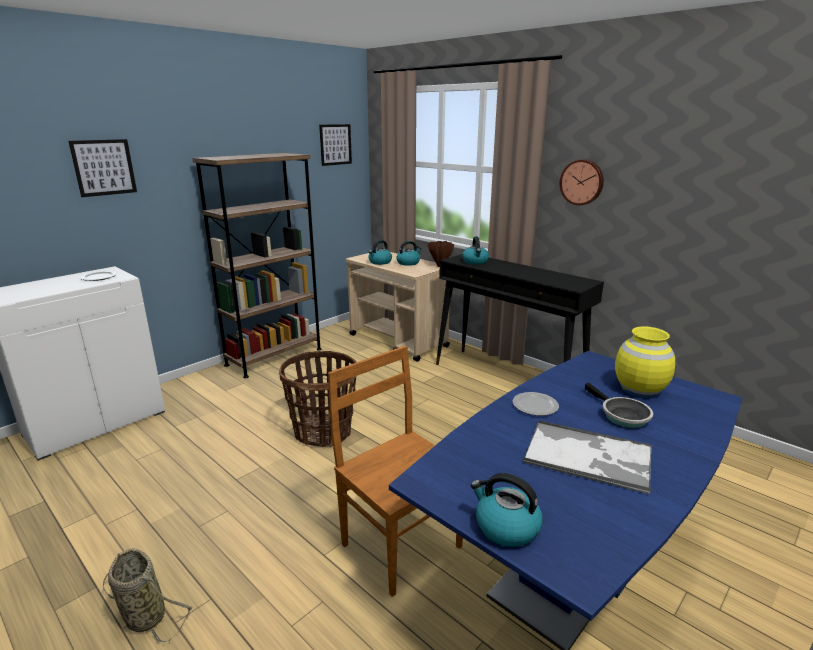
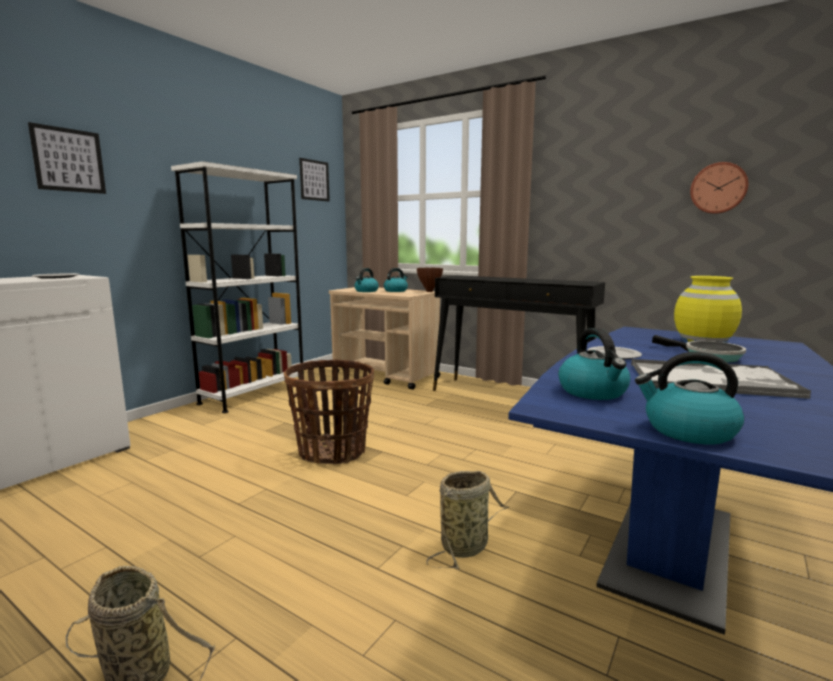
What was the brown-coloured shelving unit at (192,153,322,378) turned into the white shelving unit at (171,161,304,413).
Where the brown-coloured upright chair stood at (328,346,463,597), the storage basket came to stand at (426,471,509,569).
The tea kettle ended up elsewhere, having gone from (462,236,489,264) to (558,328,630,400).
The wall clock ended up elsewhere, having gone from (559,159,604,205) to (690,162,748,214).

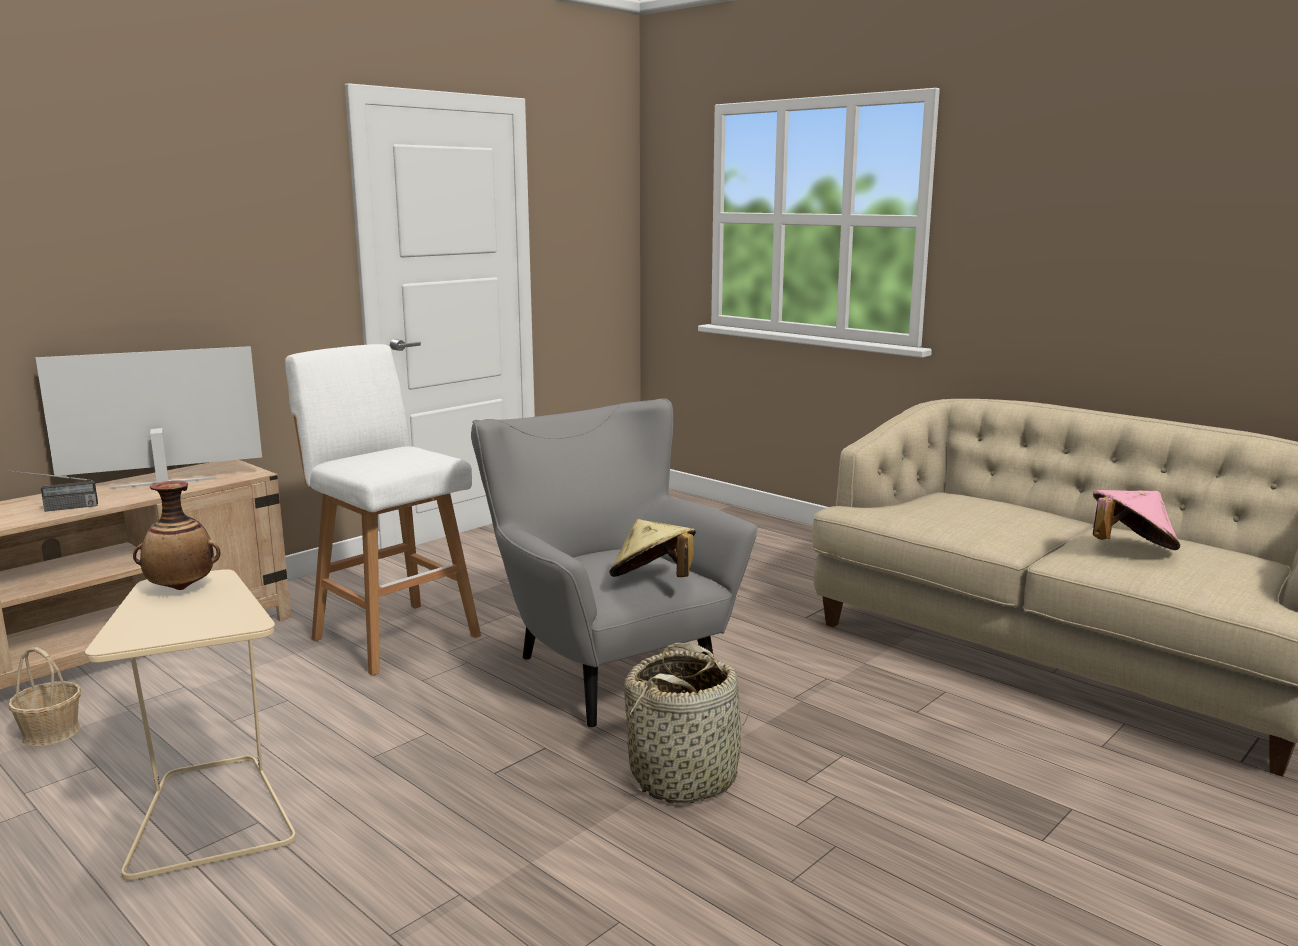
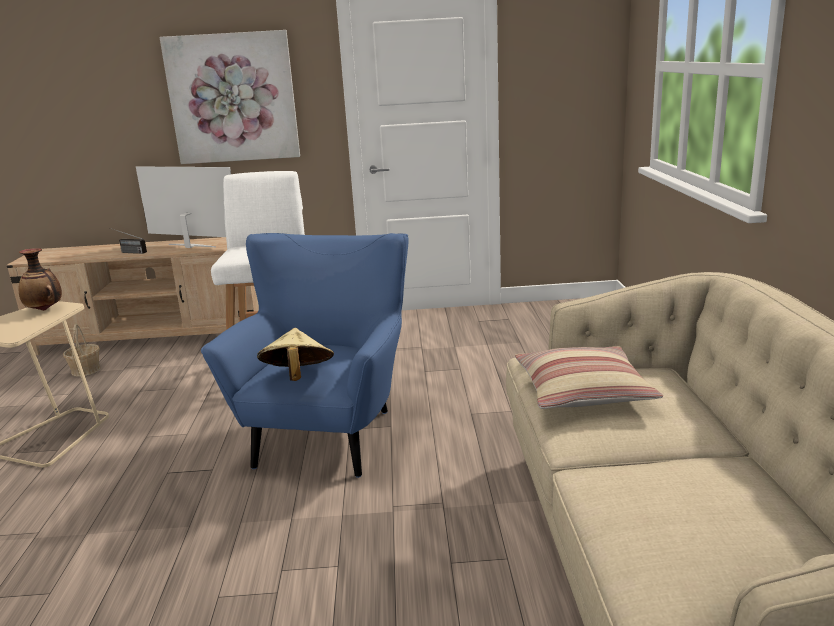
The second view gained the picture at (159,30,300,164).
What was the grey easy chair at (471,398,758,729) turned into the bluish easy chair at (201,233,409,478).
The second view gained the cushion at (515,346,663,409).
The second view lost the storage basket at (624,643,750,804).
The second view lost the pink-coloured hat at (1093,490,1180,550).

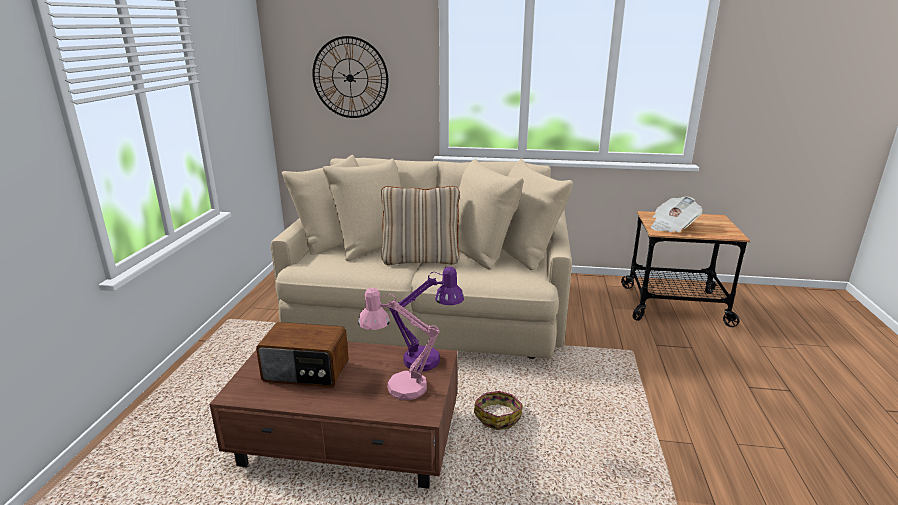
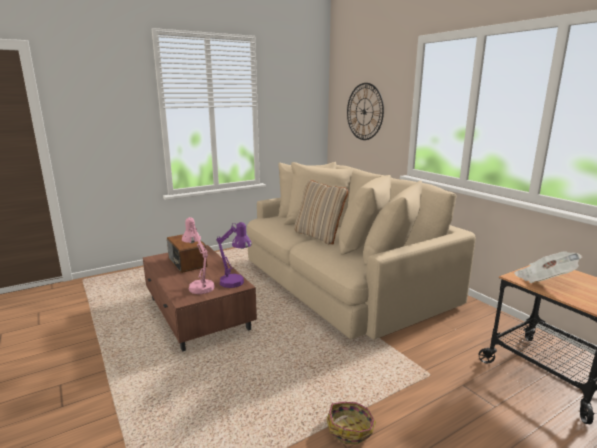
The storage basket ended up elsewhere, having gone from (474,391,523,430) to (326,402,376,444).

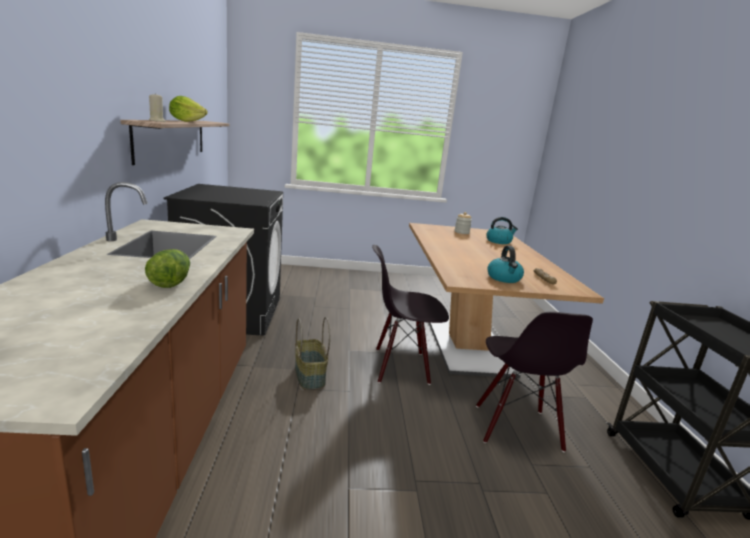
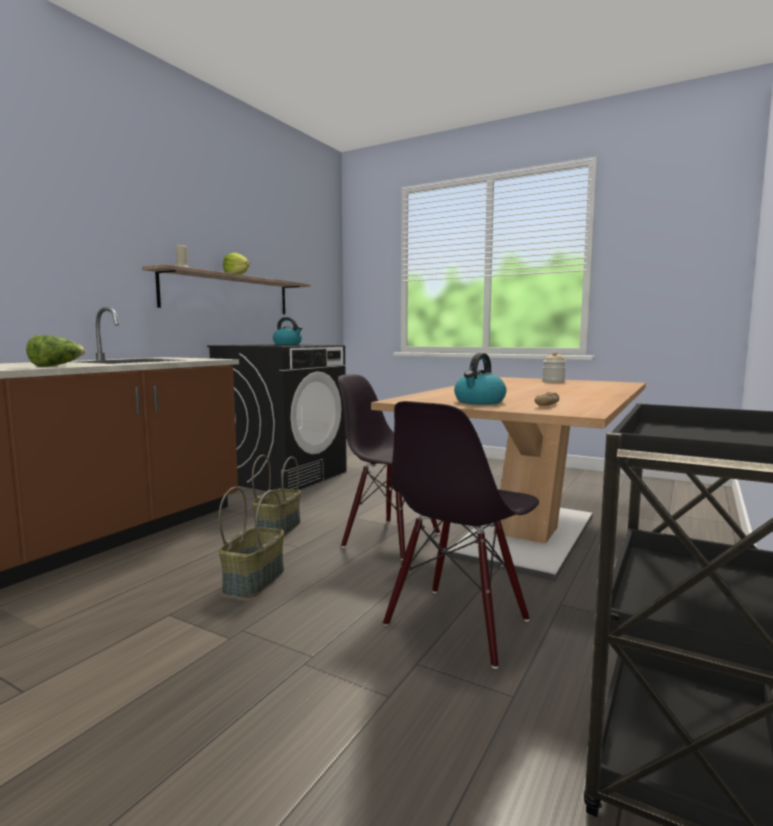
The second view gained the storage basket at (219,487,284,598).
The tea kettle ended up elsewhere, having gone from (486,217,518,244) to (273,317,302,345).

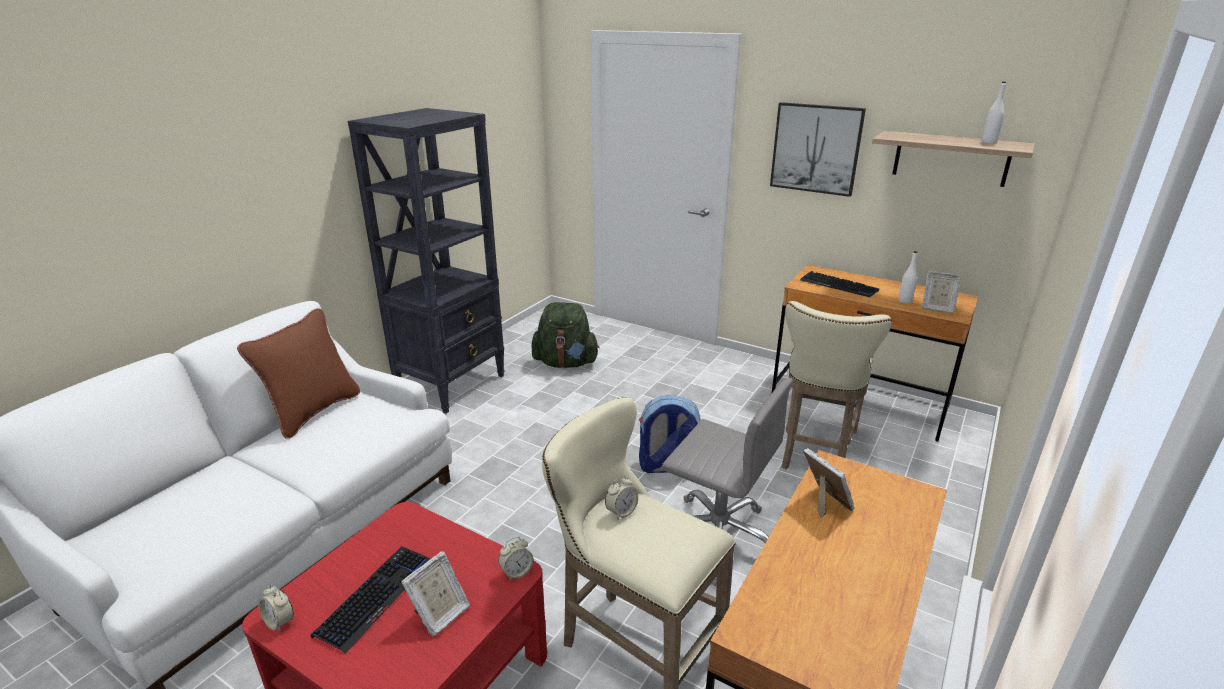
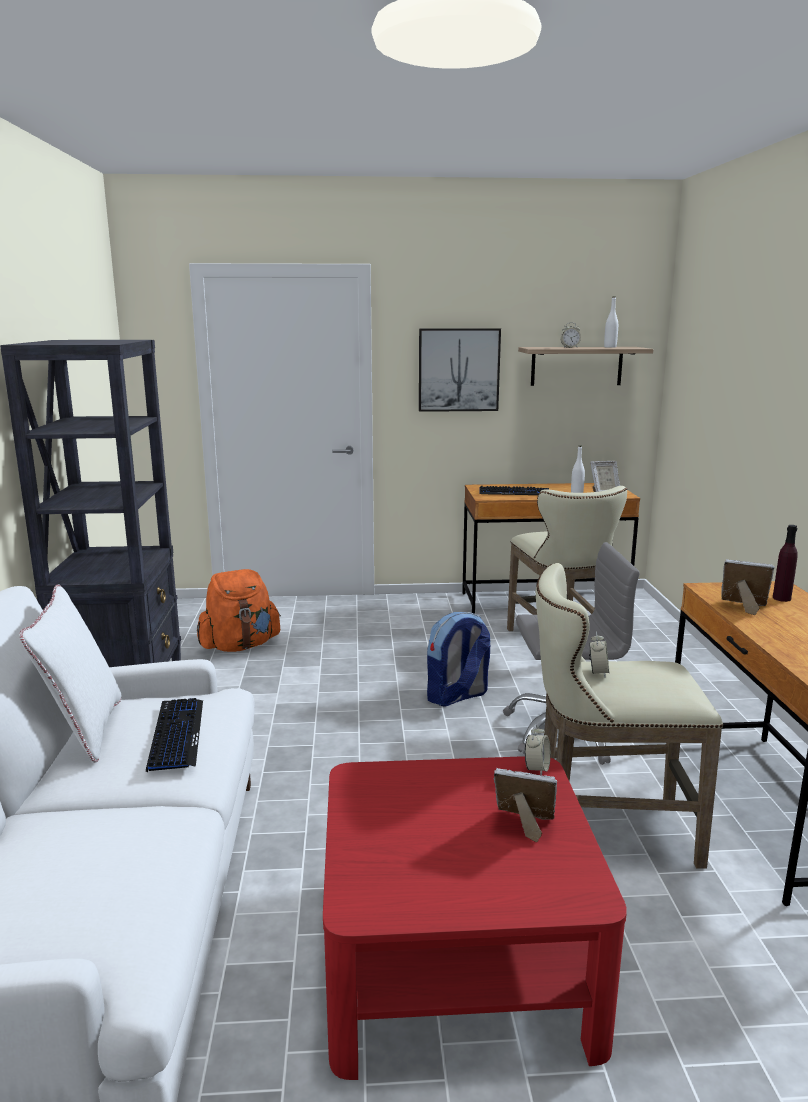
What was the brown-coloured cushion at (237,308,360,439) turned into the white cushion at (19,584,121,763).
The PC keyboard ended up elsewhere, having gone from (311,546,430,654) to (146,698,203,773).
What was the green-coloured rucksack at (532,302,599,368) turned into the orangey rucksack at (197,569,281,652).
The picture frame at (401,551,470,636) ended up facing another way, 75 degrees counterclockwise from before.
The alarm clock ended up elsewhere, having gone from (258,585,294,632) to (561,322,581,348).
The second view gained the purplish drink bottle at (773,525,798,602).

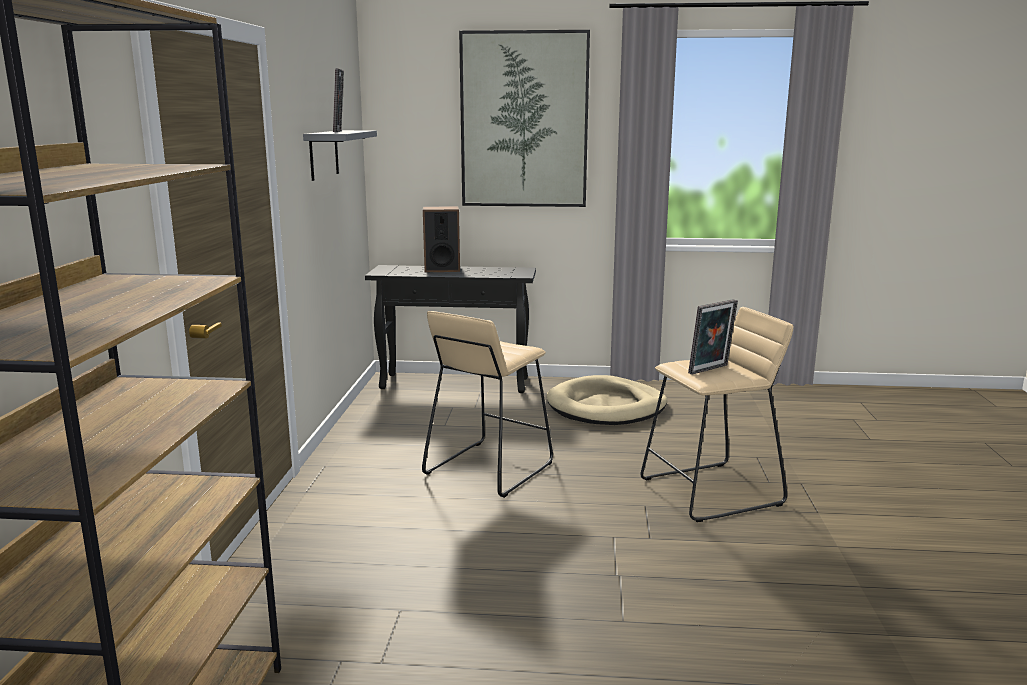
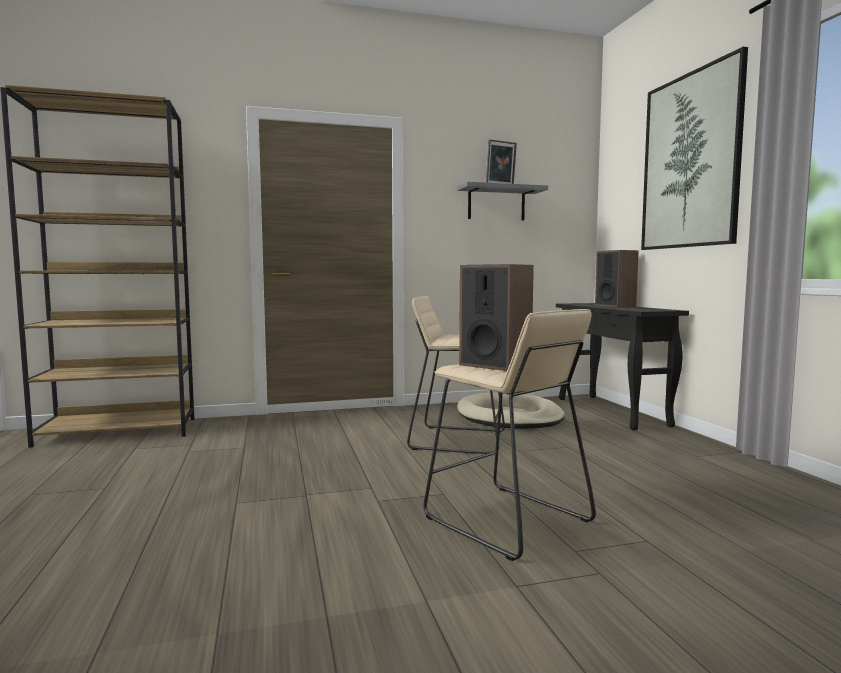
The beige-coloured dog bed ended up elsewhere, having gone from (546,375,667,425) to (457,393,565,429).
Where the picture frame stood at (688,299,738,375), the loudspeaker came to stand at (459,264,534,371).

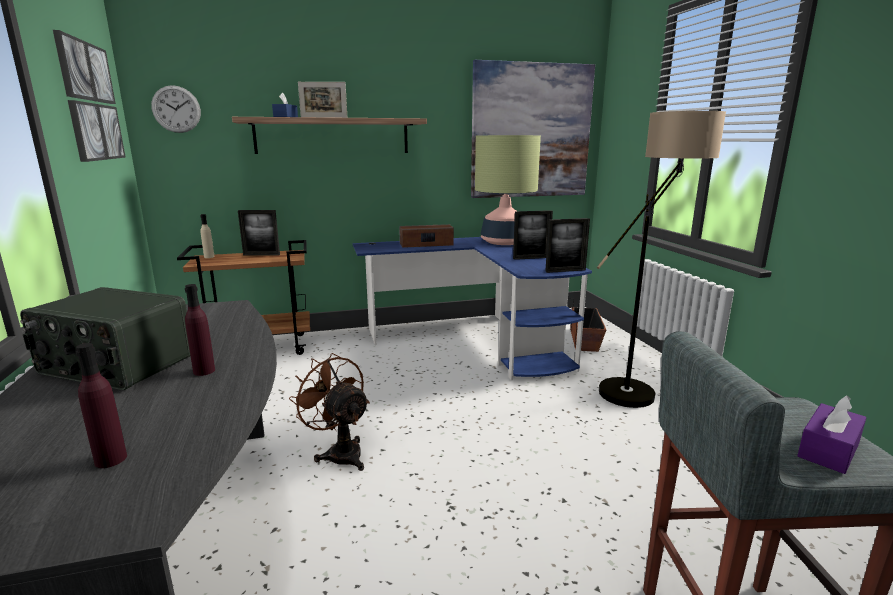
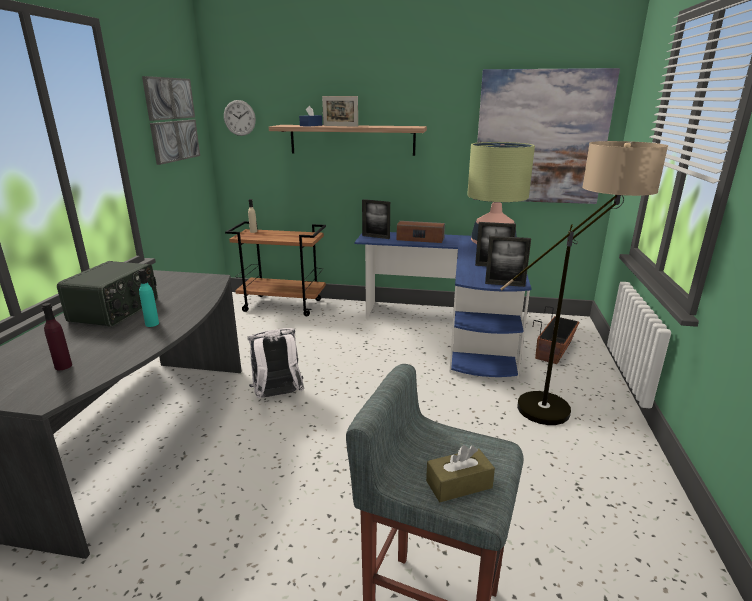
The radio at (20,287,190,390) ended up facing another way, 120 degrees counterclockwise from before.
What was the purplish drink bottle at (185,284,215,376) turned into the turquoise-coloured drink bottle at (138,269,159,327).
Where the brown-coloured cooling fan stood at (289,353,370,471), the white rucksack came to stand at (247,328,305,398).
The picture frame ended up elsewhere, having gone from (238,210,280,256) to (362,199,390,239).
What was the purplish tissue box at (797,395,867,474) turned into the brown-coloured tissue box at (426,445,495,502).

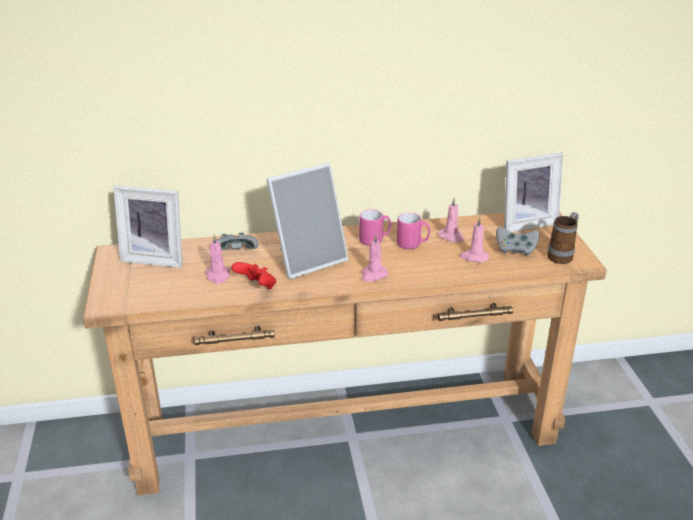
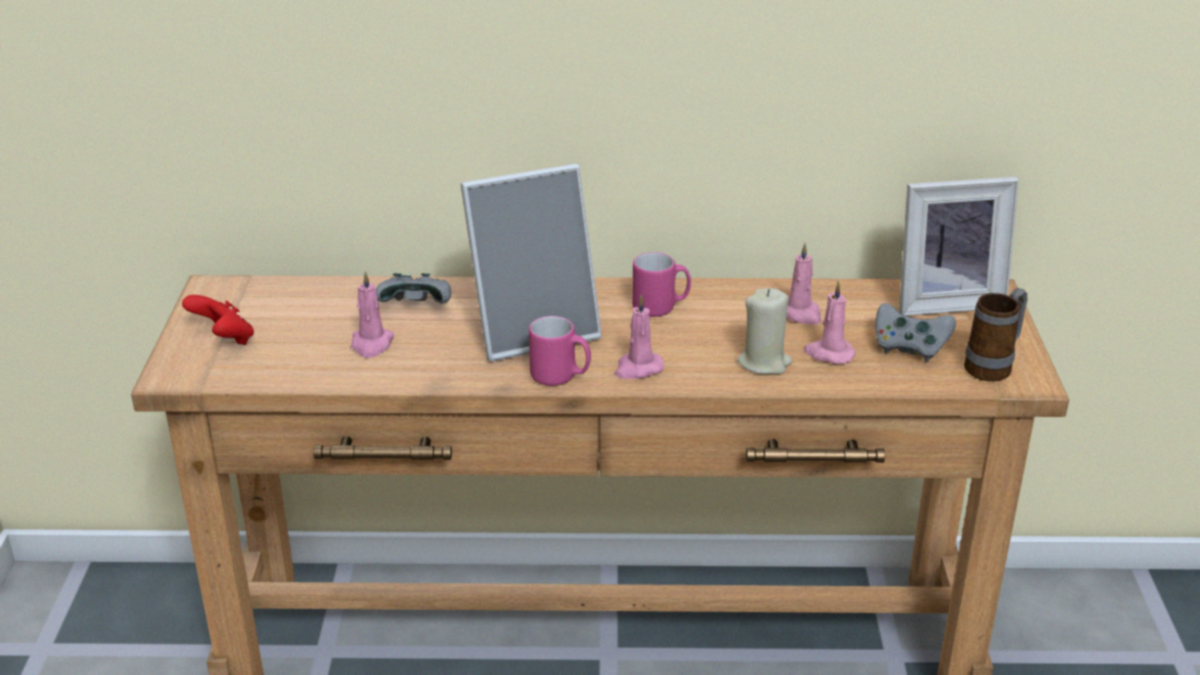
The red gamepad ended up elsewhere, having gone from (231,262,276,289) to (182,295,254,345).
The pink-coloured mug ended up elsewhere, having gone from (397,213,430,249) to (529,316,591,386).
The second view gained the beige-coloured wax candle at (737,288,792,374).
The second view lost the picture frame at (113,185,183,268).

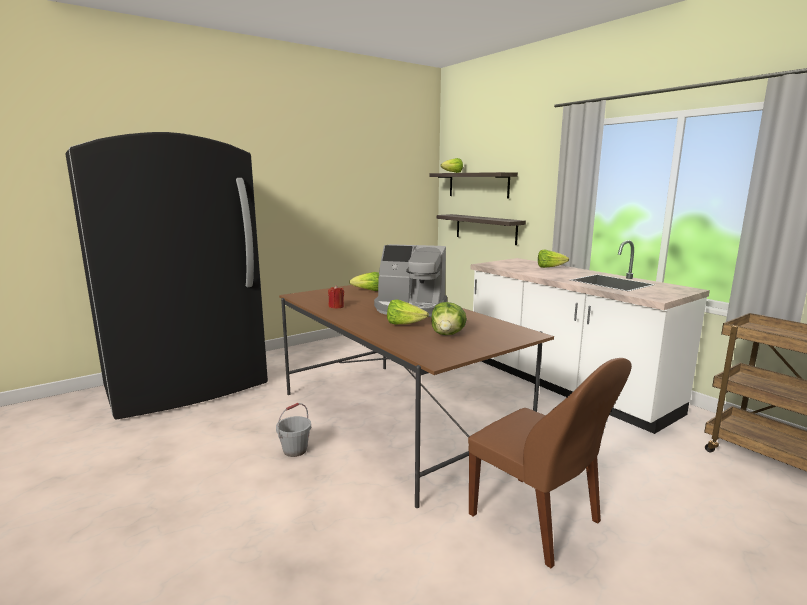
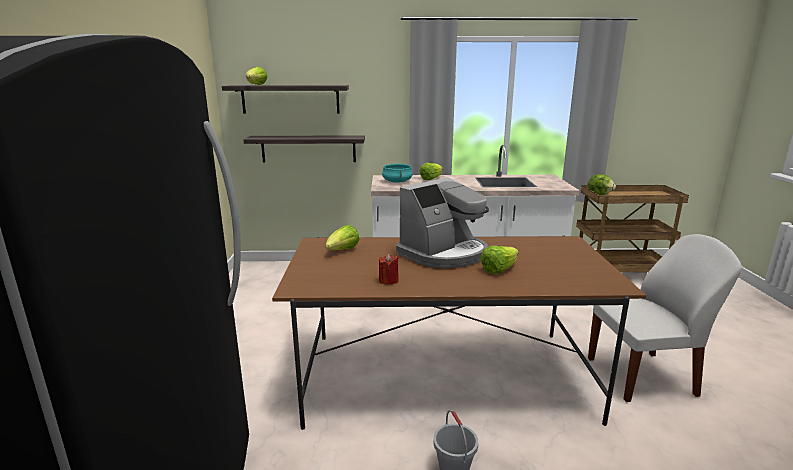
The second view gained the turquoise-coloured stockpot at (382,164,413,183).
The lettuce head ended up elsewhere, having gone from (431,302,467,335) to (588,174,616,195).
What was the brown-coloured upright chair at (468,358,632,568) turned into the white upright chair at (588,234,742,402).

